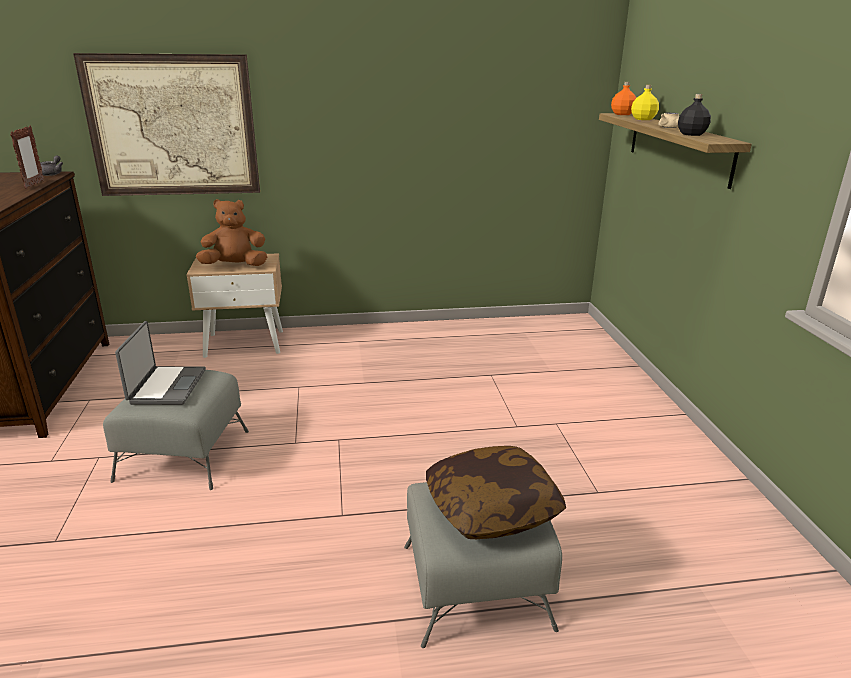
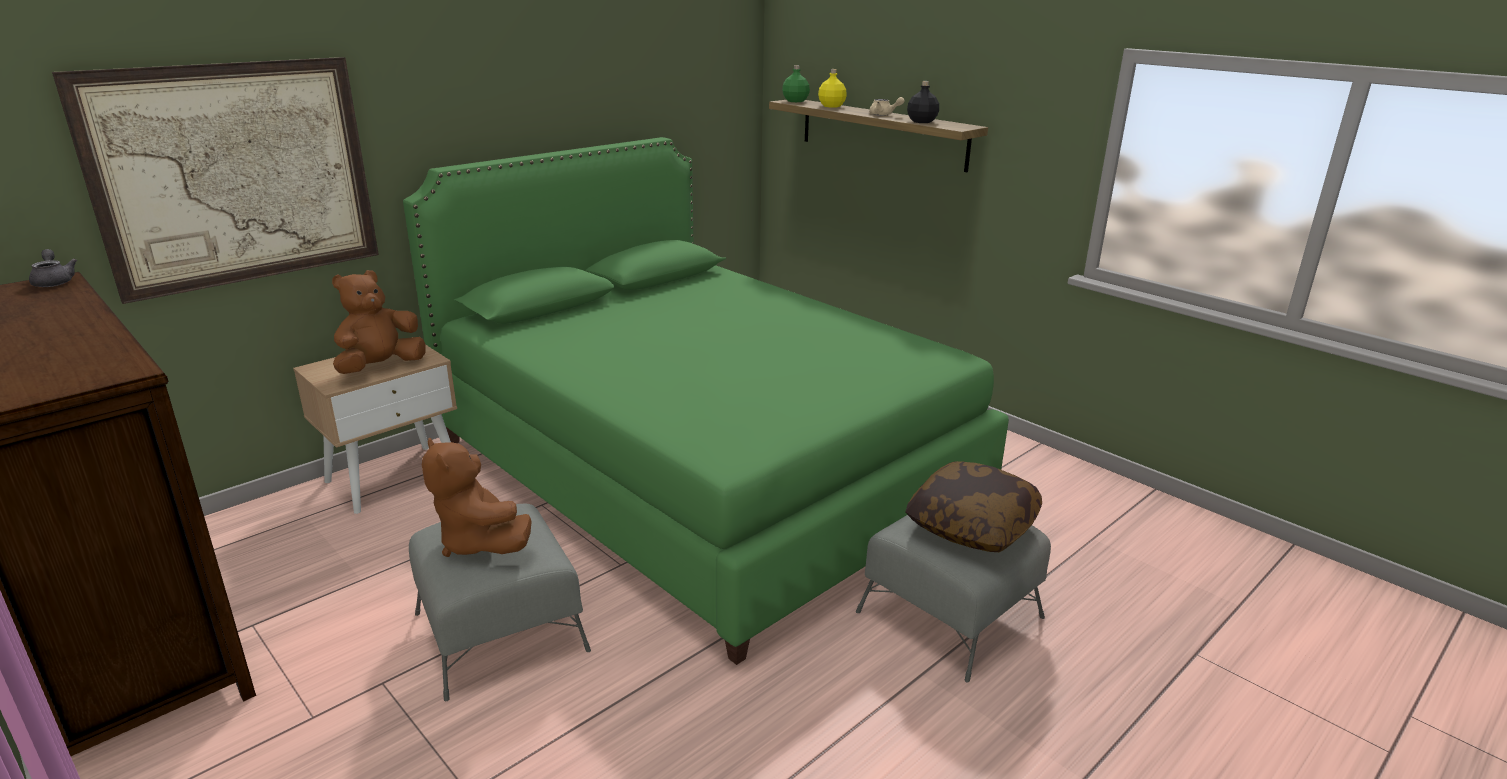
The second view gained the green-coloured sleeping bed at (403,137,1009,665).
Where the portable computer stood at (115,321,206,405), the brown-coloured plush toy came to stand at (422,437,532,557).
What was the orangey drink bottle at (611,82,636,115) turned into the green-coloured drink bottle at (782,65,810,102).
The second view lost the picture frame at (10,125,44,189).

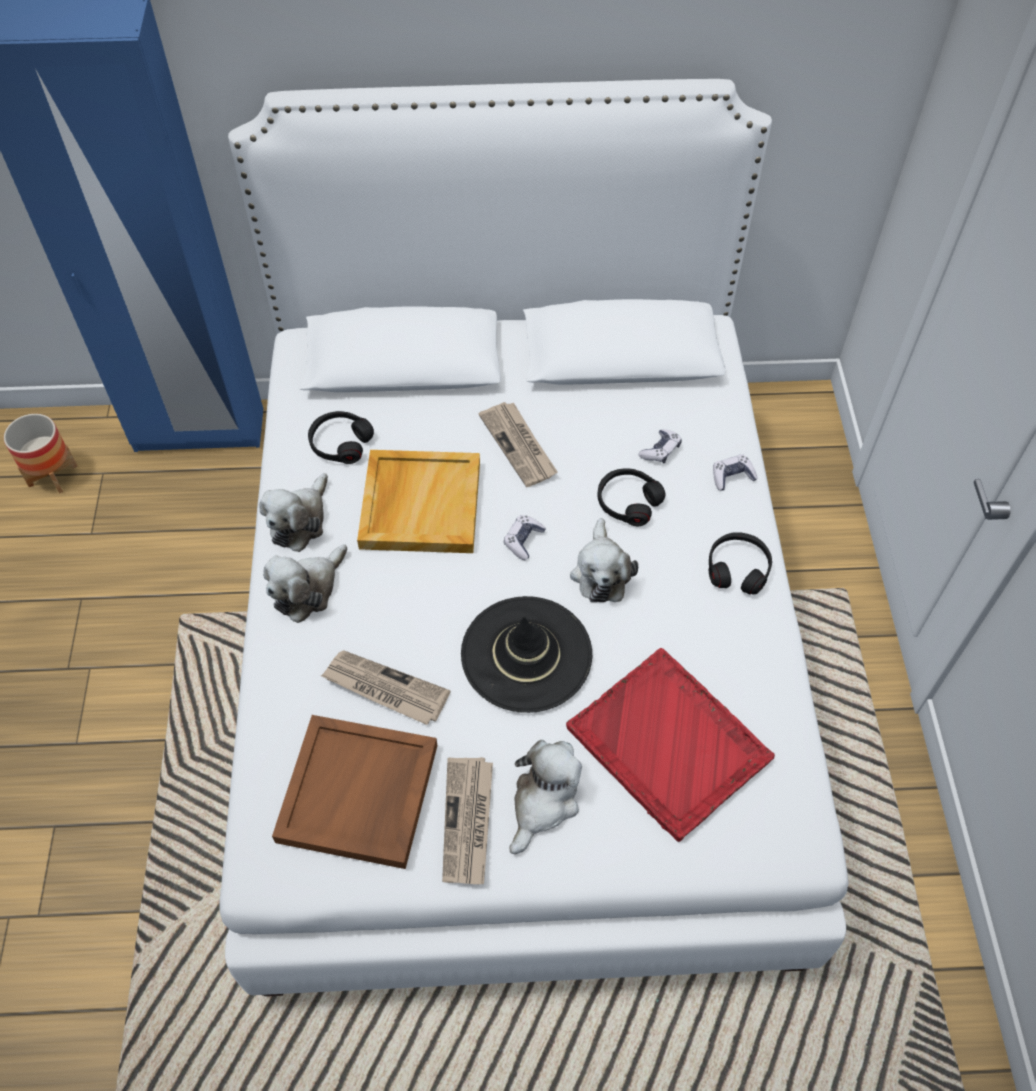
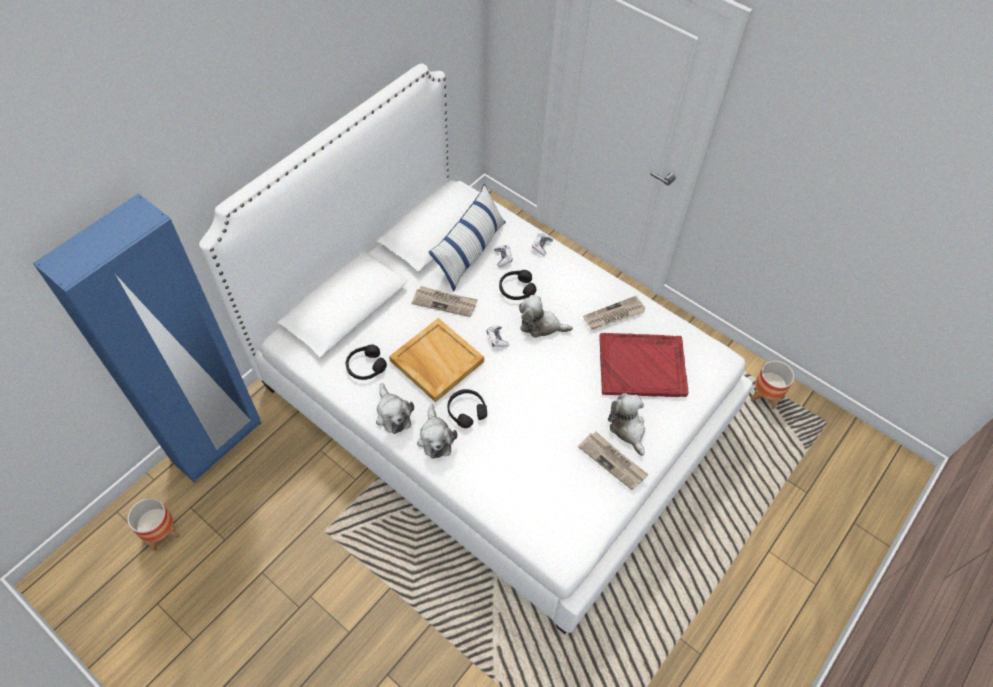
The second view gained the cushion at (429,184,506,292).
The blackish headset ended up elsewhere, having gone from (709,532,772,595) to (448,389,487,428).
The plush toy at (570,518,638,602) ended up facing another way, 150 degrees clockwise from before.
The daily paper ended up elsewhere, having gone from (321,650,450,725) to (583,296,645,330).
The second view gained the plant pot at (751,361,794,410).
The second view lost the brown-coloured tray at (272,715,437,869).
The second view lost the blackish hat at (461,596,592,713).

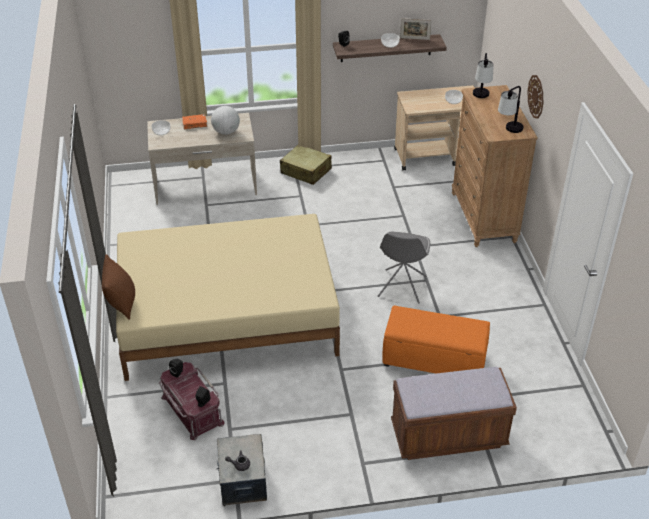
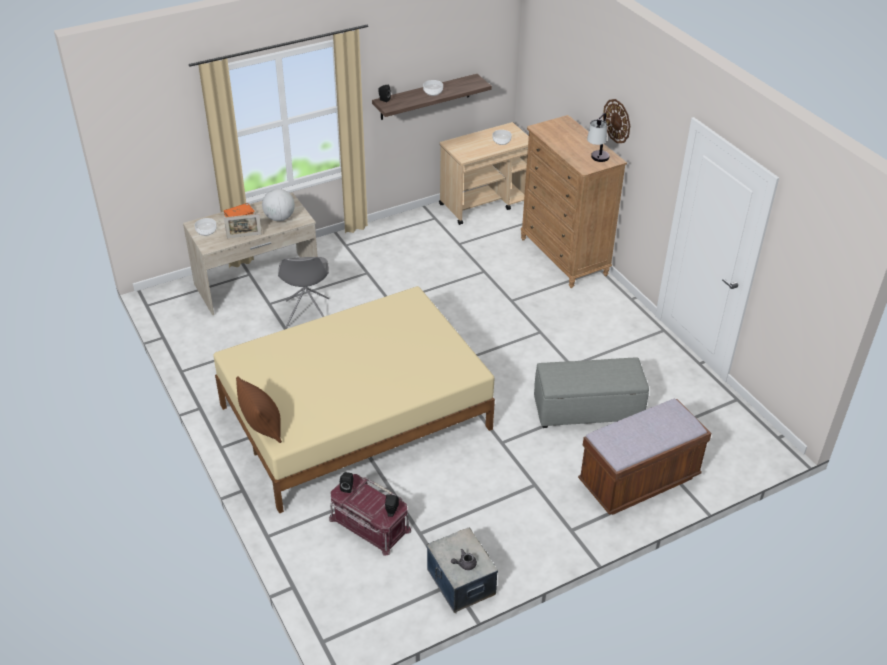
The picture frame ended up elsewhere, having gone from (400,18,431,40) to (224,214,262,238).
The grey upright chair ended up elsewhere, having gone from (378,232,430,304) to (278,257,329,328).
What was the orangey pouffe at (382,306,490,373) turned into the grey pouffe at (534,357,649,428).
The second view lost the beige-coloured travel case at (280,145,332,185).
The second view lost the lamp for a table at (473,53,494,98).

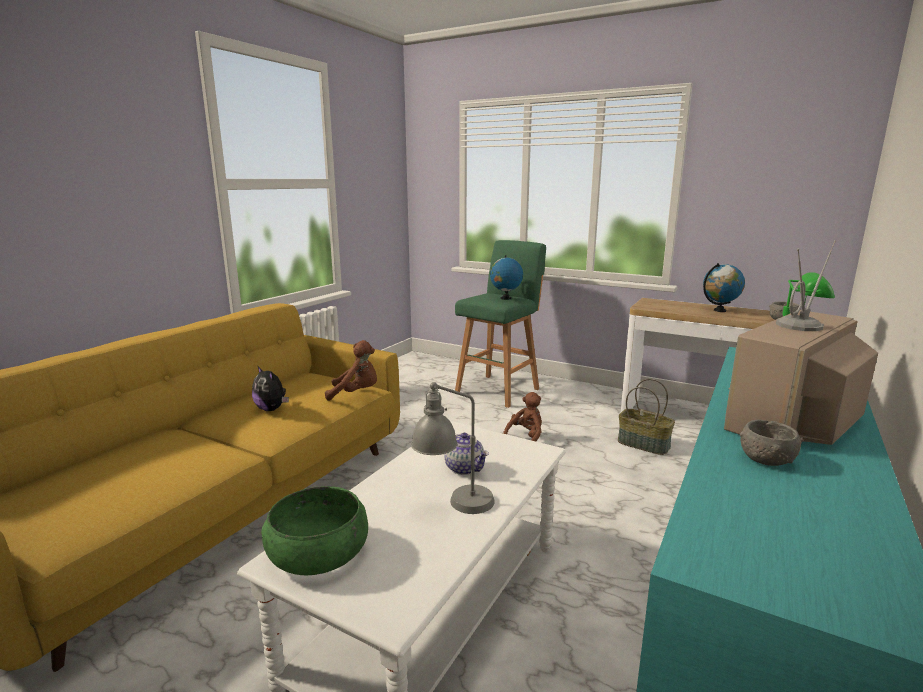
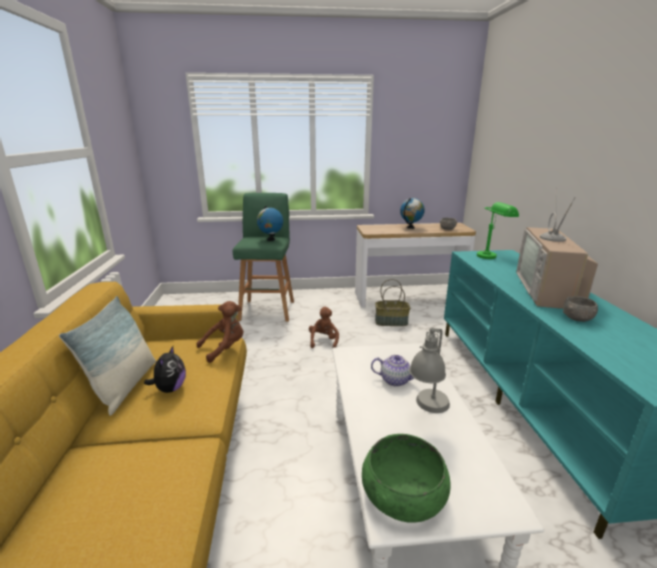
The second view gained the cushion at (59,296,156,416).
The plush toy at (252,366,289,411) ended up facing another way, 90 degrees counterclockwise from before.

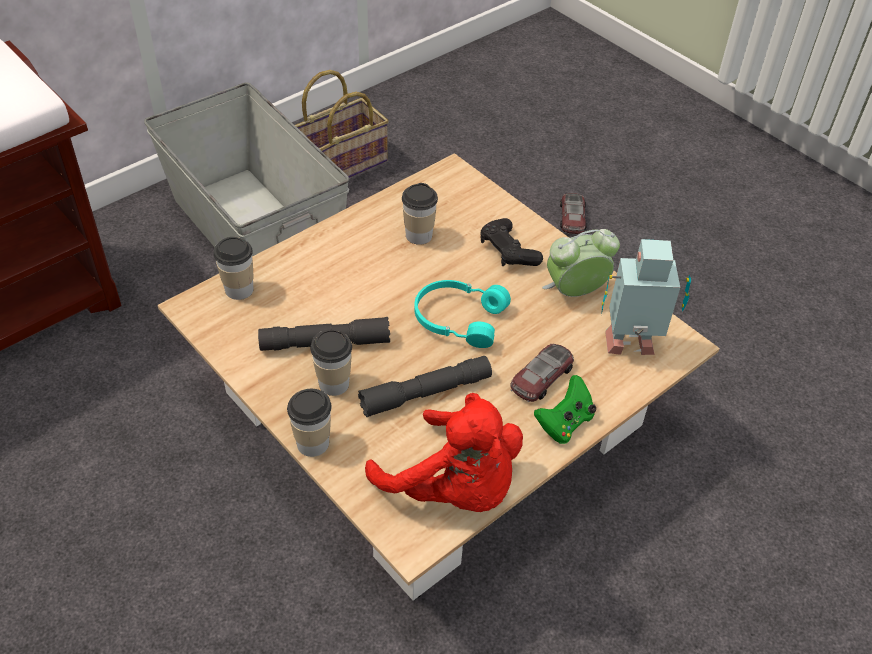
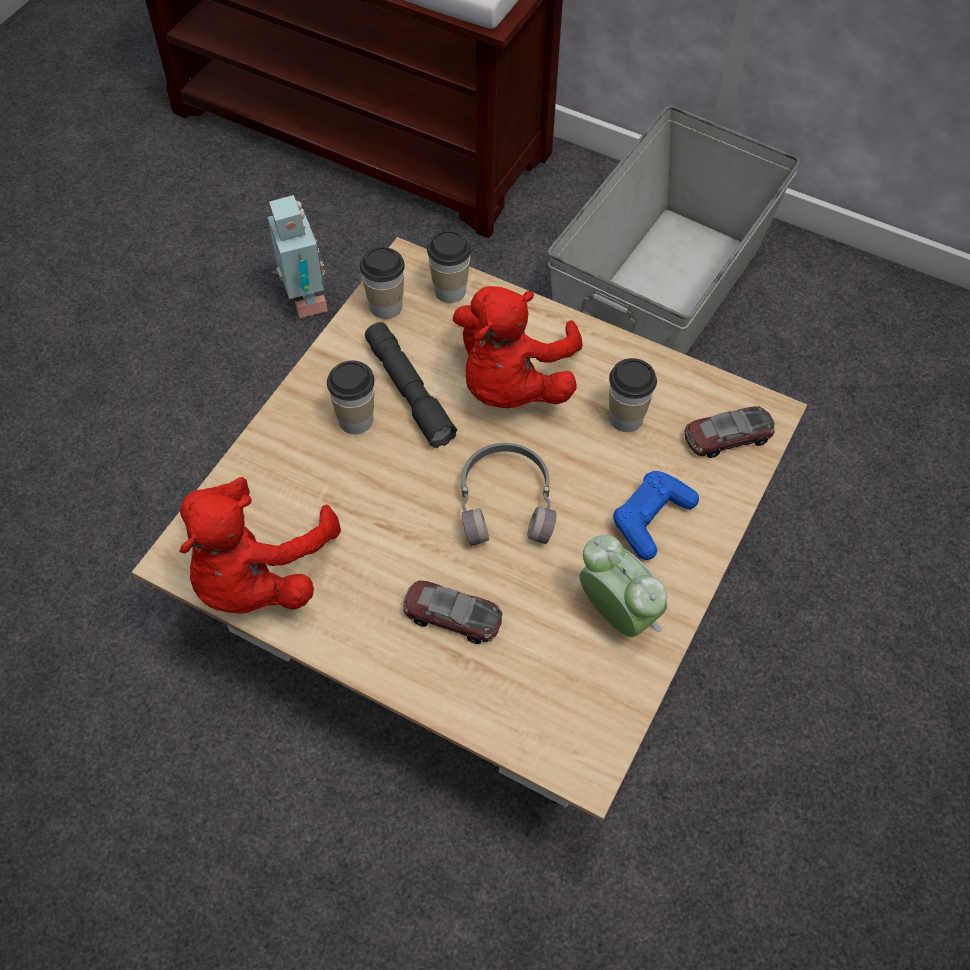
The model robot ended up elsewhere, having gone from (601,239,691,355) to (267,195,328,318).
The cup ended up elsewhere, having gone from (287,389,332,457) to (360,247,405,319).
The second view gained the red plush toy at (453,286,582,408).
What was the turquoise-coloured headset at (414,280,511,348) turned into the grey headset at (461,443,556,546).
What was the blackish gamepad at (480,218,543,266) turned into the bluish gamepad at (613,471,699,560).
The model car ended up elsewhere, having gone from (560,193,587,234) to (684,406,775,458).
The second view lost the storage basket at (295,70,389,178).
The second view lost the grey torch at (358,356,492,417).
The second view lost the green-coloured gamepad at (534,375,596,444).

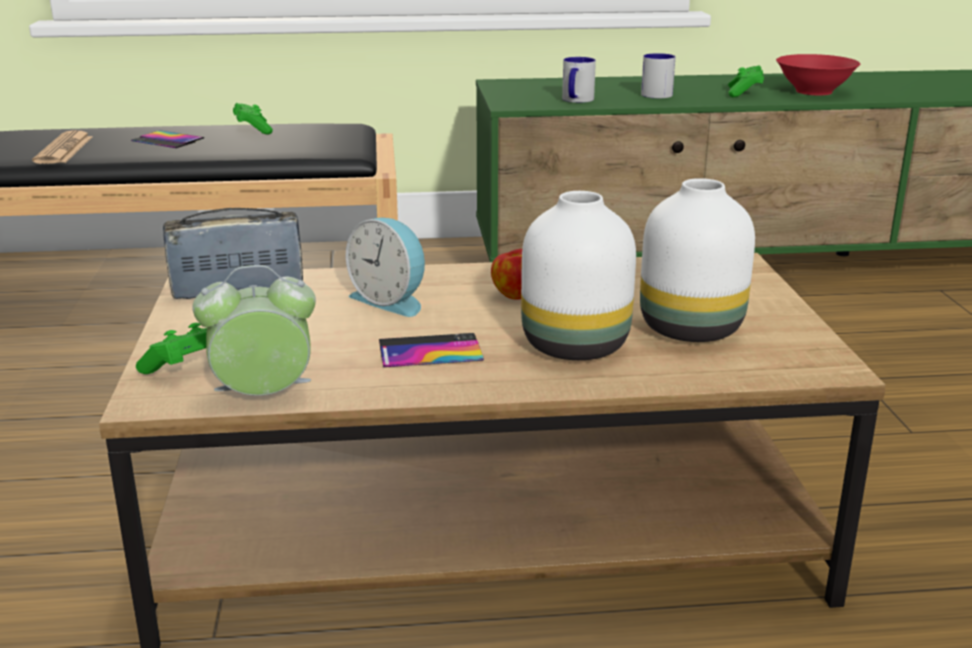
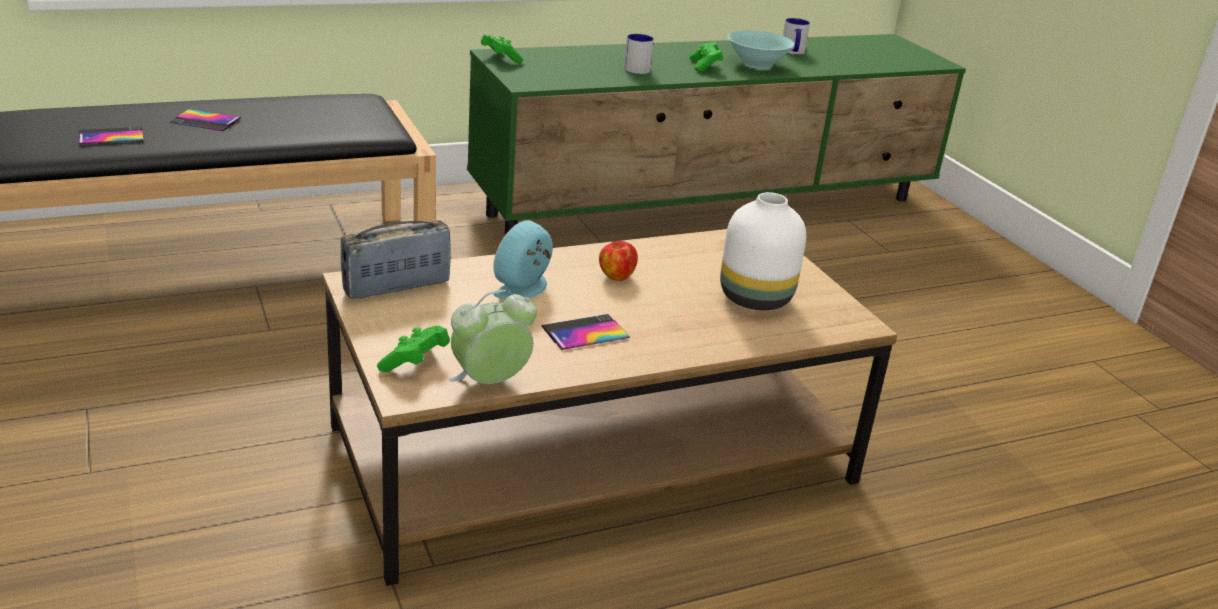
Where the daily paper stood at (32,130,92,164), the phone came to stand at (79,127,144,144).
The green-coloured gamepad ended up elsewhere, having gone from (233,103,273,135) to (481,35,523,63).
The alarm clock at (346,218,425,317) ended up facing another way, 105 degrees clockwise from before.
What was the red serving bowl at (776,54,860,96) turned into the turquoise-coloured serving bowl at (728,30,794,69).
The mug ended up elsewhere, having gone from (562,57,596,103) to (783,18,810,55).
The second view lost the white vase at (521,191,636,360).

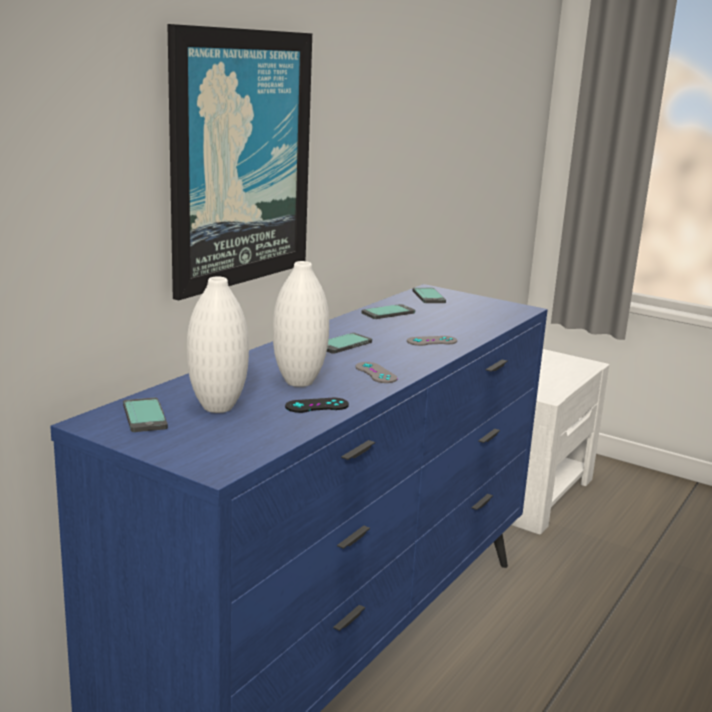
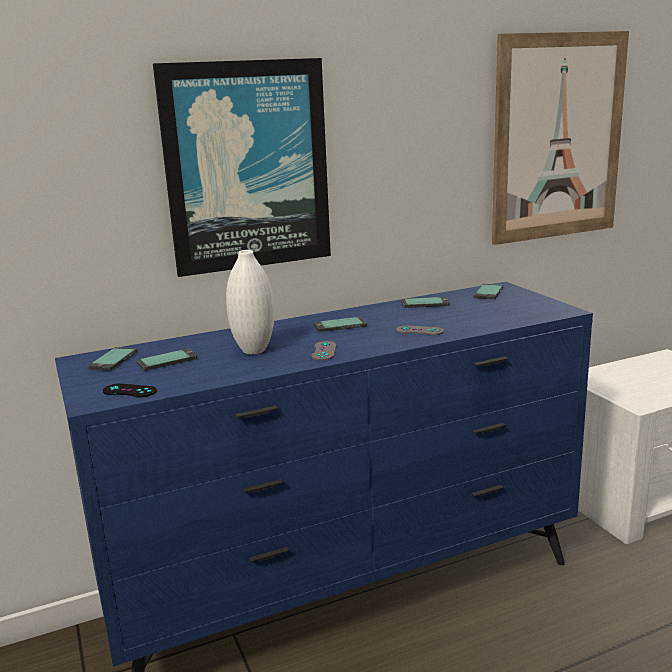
The blackish gamepad ended up elsewhere, having gone from (285,398,349,413) to (103,384,157,398).
Where the white vase stood at (187,277,249,413), the phone came to stand at (136,349,197,371).
The second view gained the picture at (492,31,629,245).

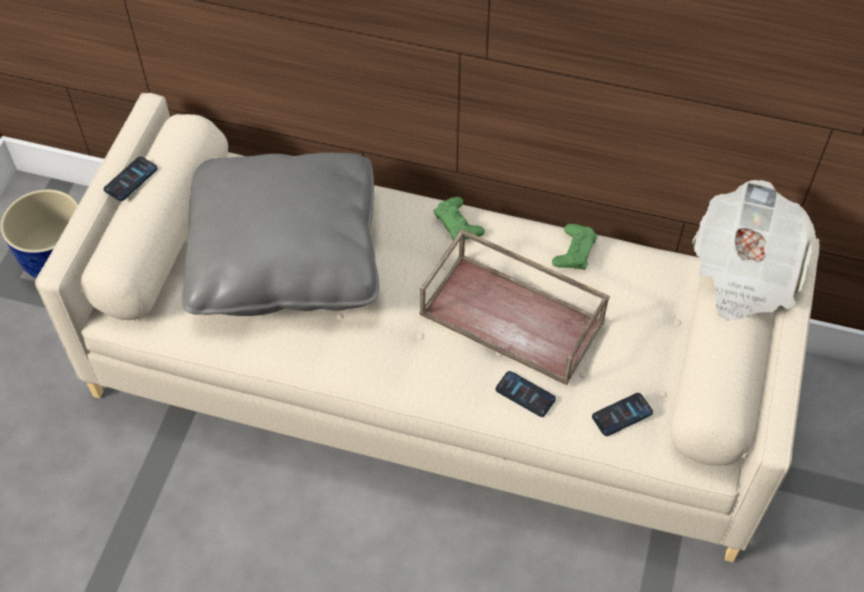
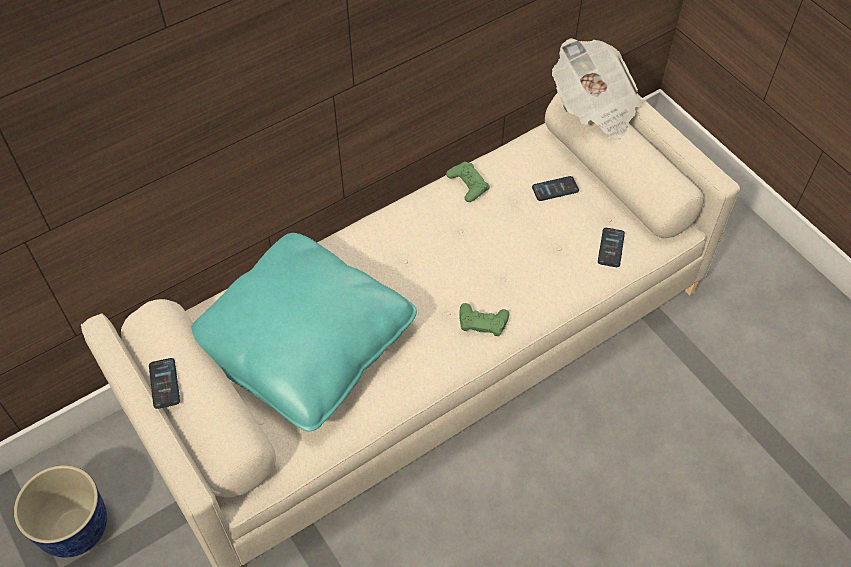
What was the grey cushion at (182,153,379,316) turned into the turquoise-coloured cushion at (191,233,417,431).
The green-coloured gamepad ended up elsewhere, having gone from (433,197,485,241) to (460,303,509,336).
The phone ended up elsewhere, having gone from (496,371,556,417) to (532,176,579,201).
The second view lost the brown-coloured tray at (420,229,610,385).

